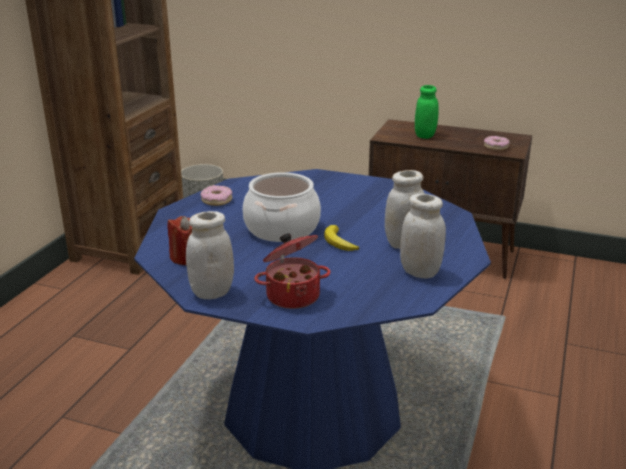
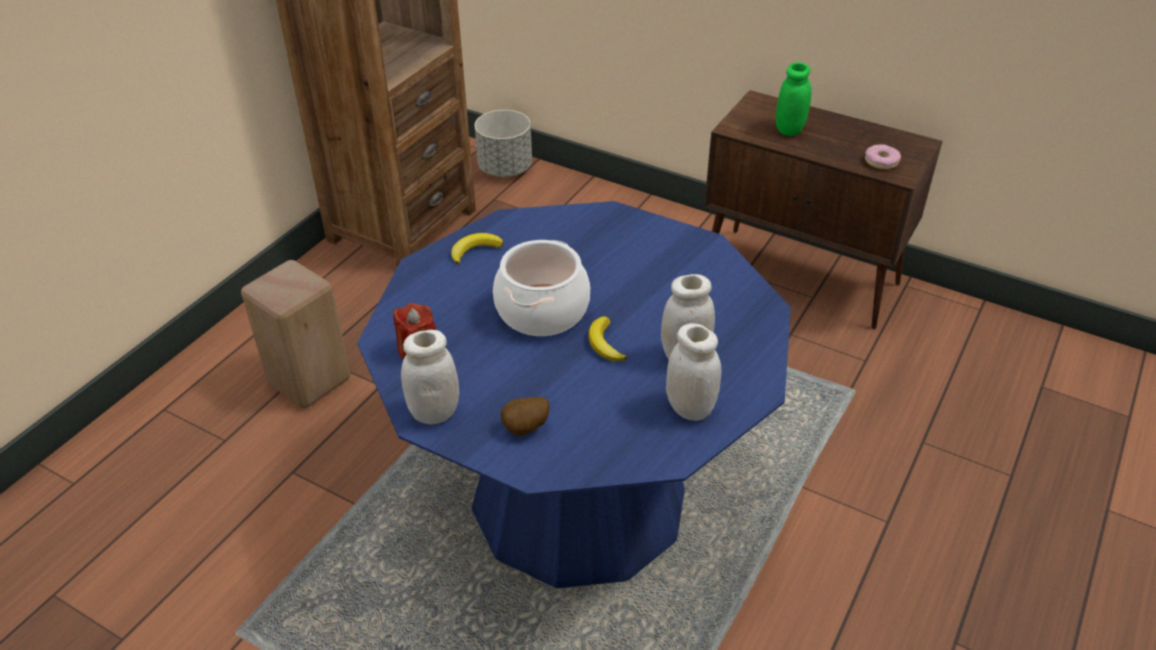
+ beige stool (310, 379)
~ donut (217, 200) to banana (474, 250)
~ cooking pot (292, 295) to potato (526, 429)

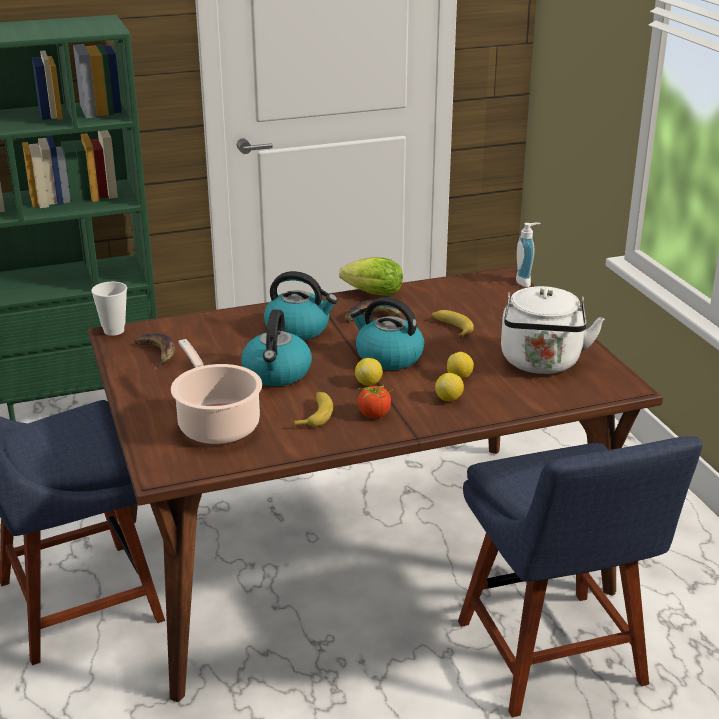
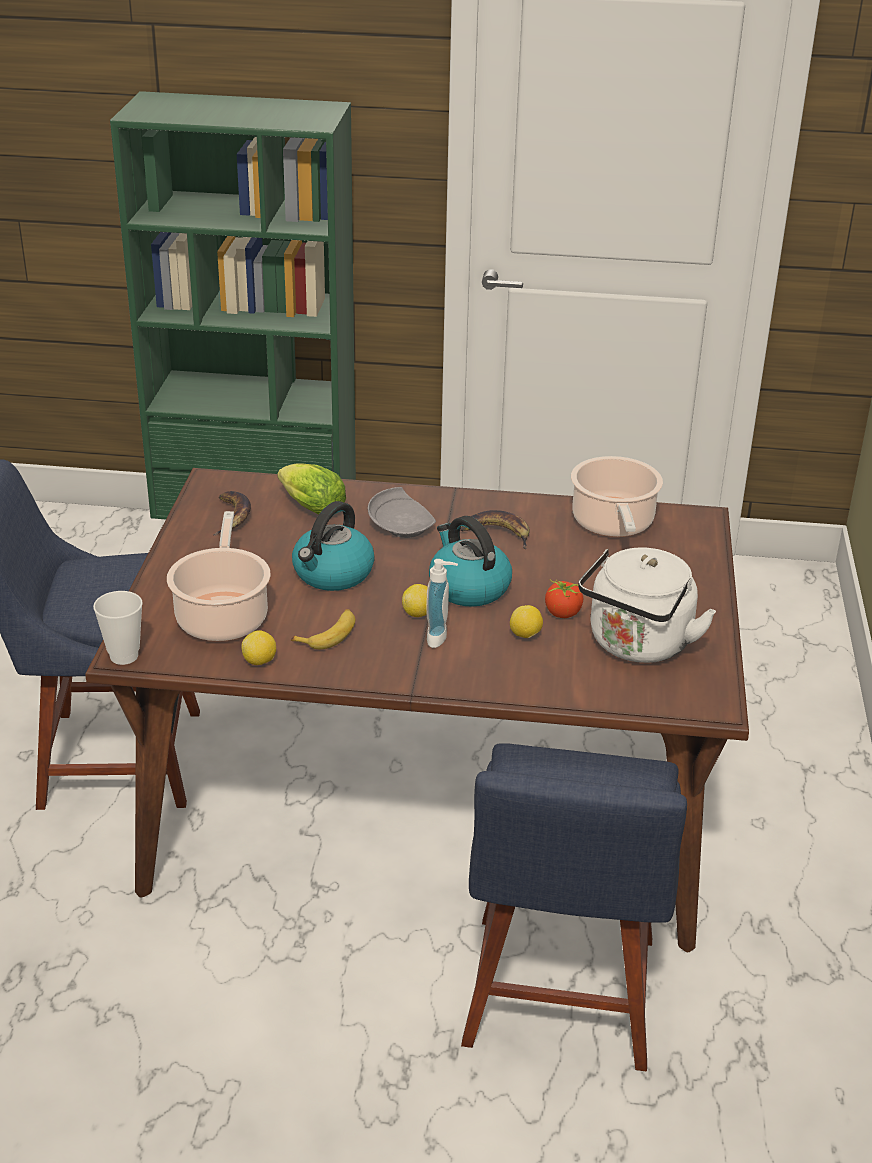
- banana (451, 328)
+ cooking pot (613, 524)
~ cup (114, 331) to (124, 656)
~ lettuce (370, 293) to (309, 507)
~ tomato (374, 414) to (563, 613)
~ lemon (449, 399) to (260, 661)
~ soap dispenser (526, 282) to (441, 638)
~ kettle (298, 329) to grey plate (402, 526)

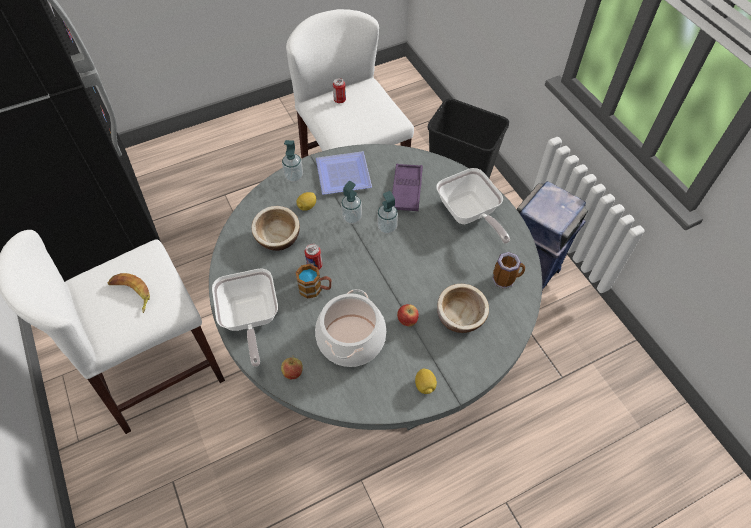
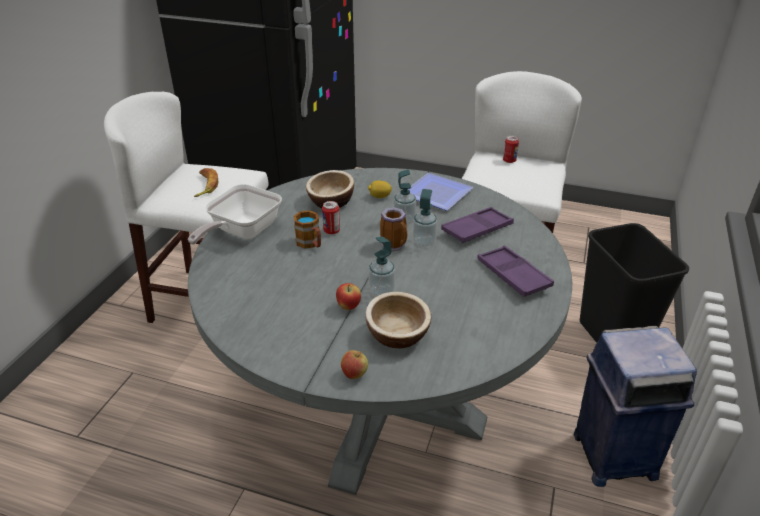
- cooking pot (351, 340)
- lemon (425, 385)
~ apple (293, 373) to (354, 374)
~ soap dispenser (294, 176) to (381, 292)
~ mug (505, 279) to (395, 245)
~ frying pan (469, 215) to purple tray (513, 275)

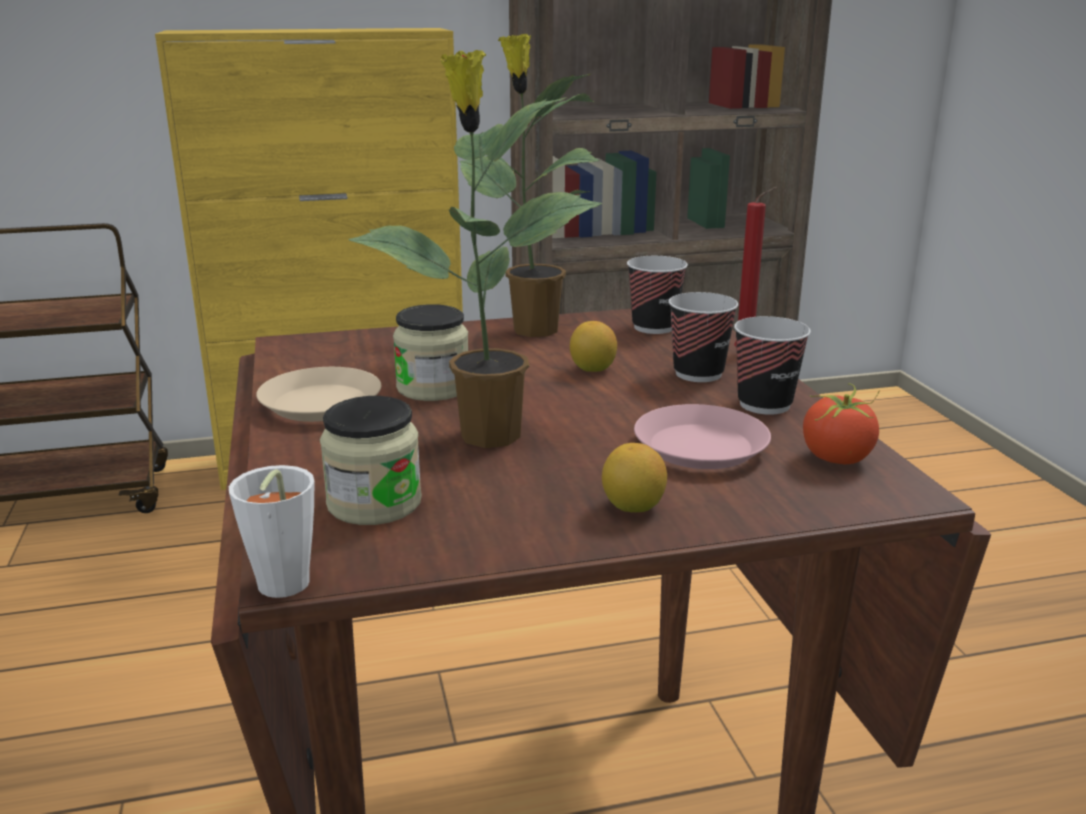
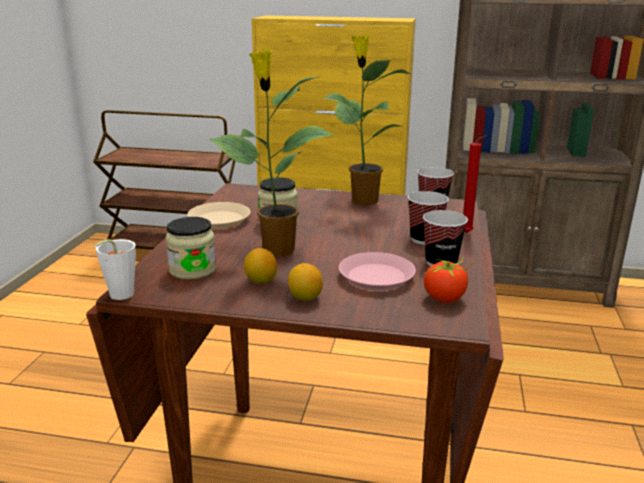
~ lemon (593, 369) to (261, 281)

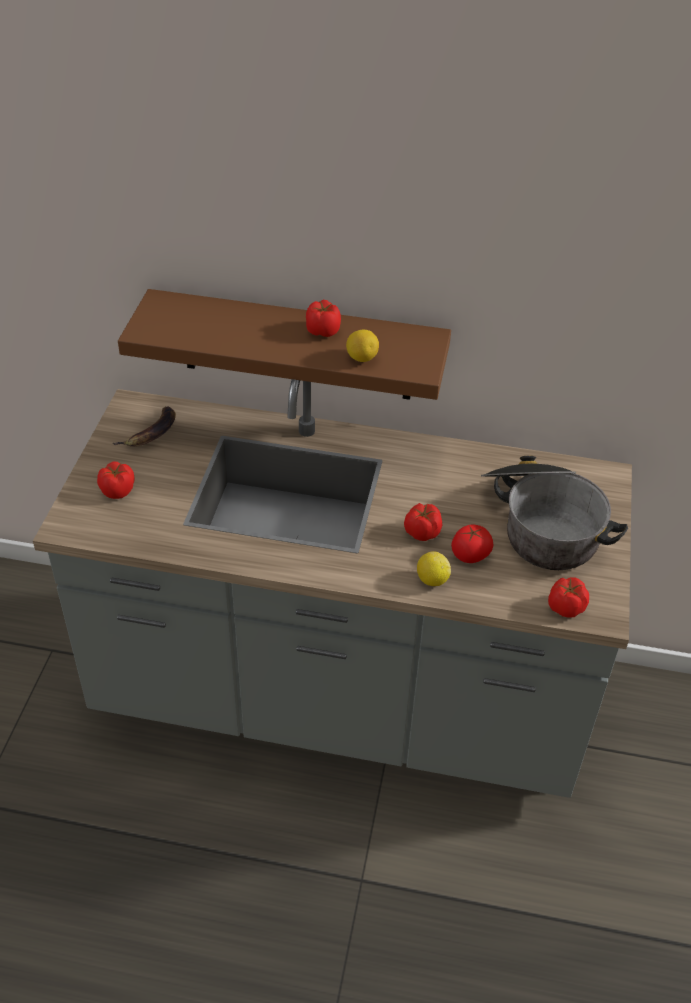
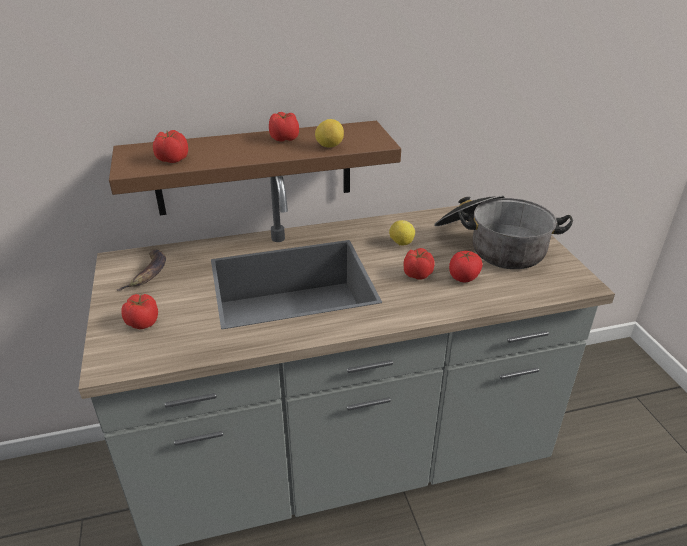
~ lemon (432, 580) to (401, 243)
~ tomato (565, 607) to (172, 159)

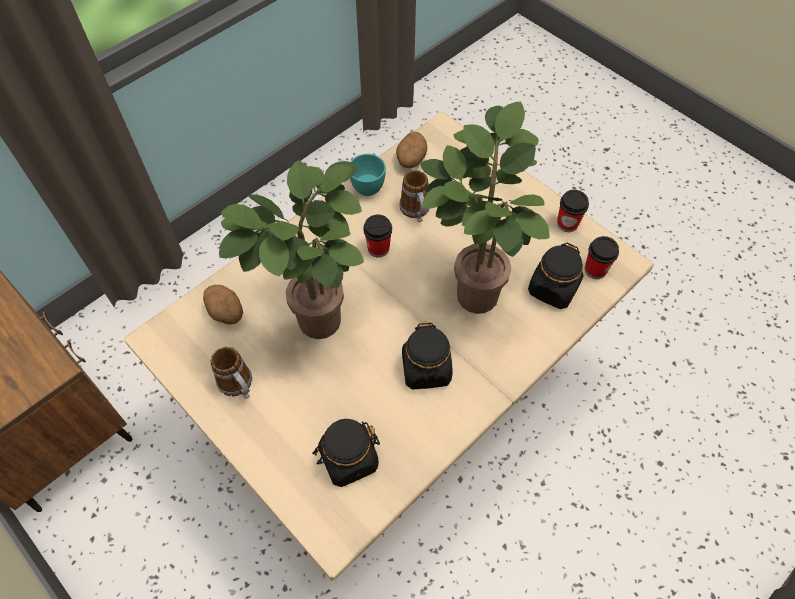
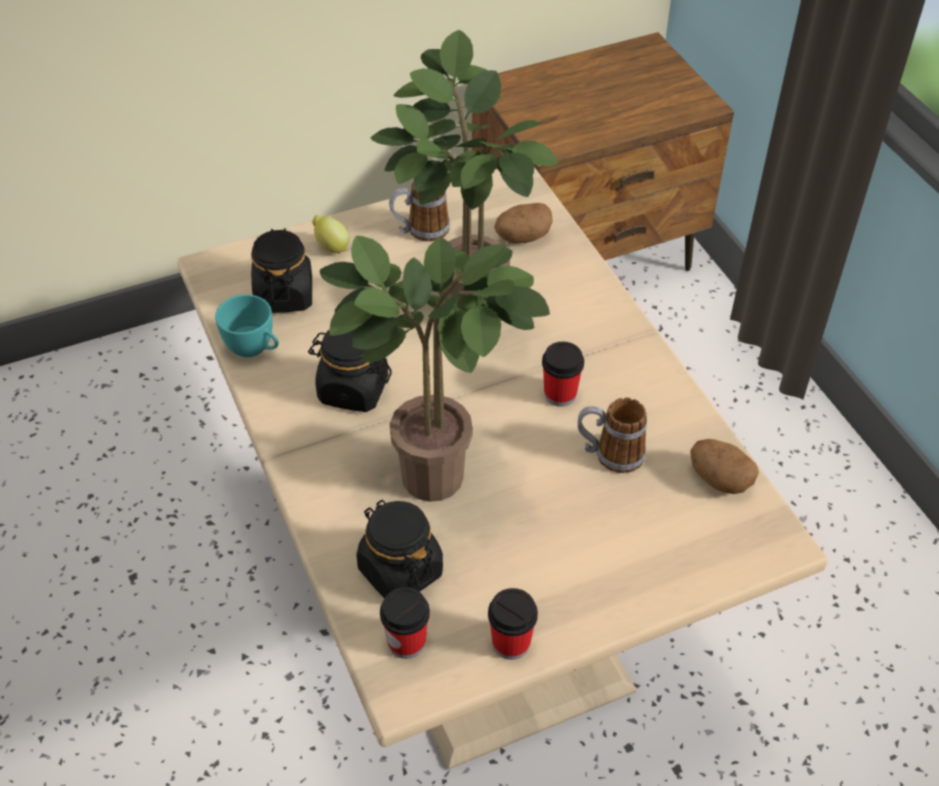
+ lemon (331, 247)
~ turquoise cup (369, 184) to (254, 349)

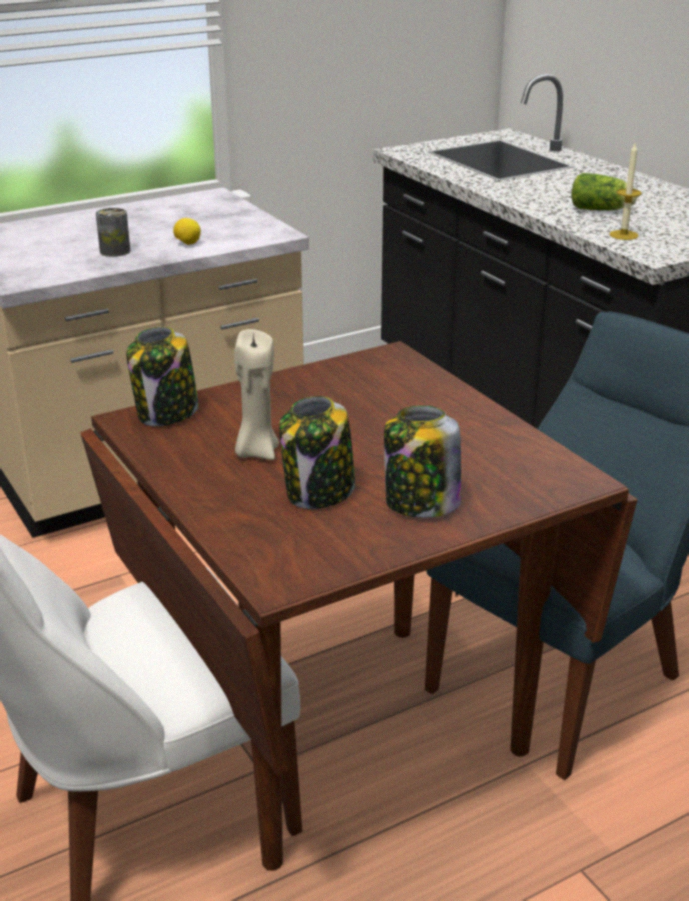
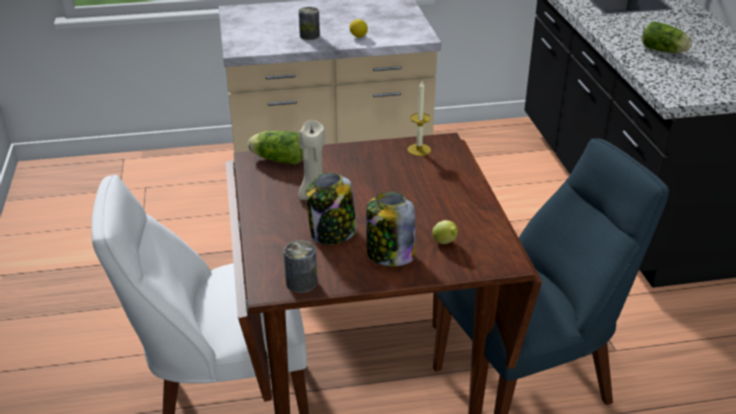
+ can (301, 283)
+ lemon (445, 243)
~ candle (623, 235) to (419, 150)
~ jar (167, 414) to lettuce (277, 159)

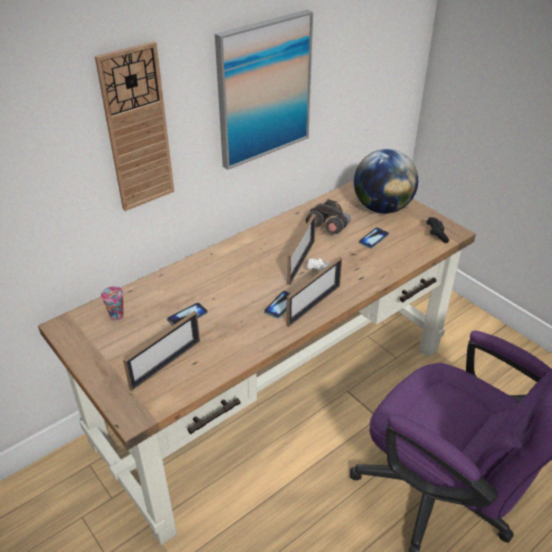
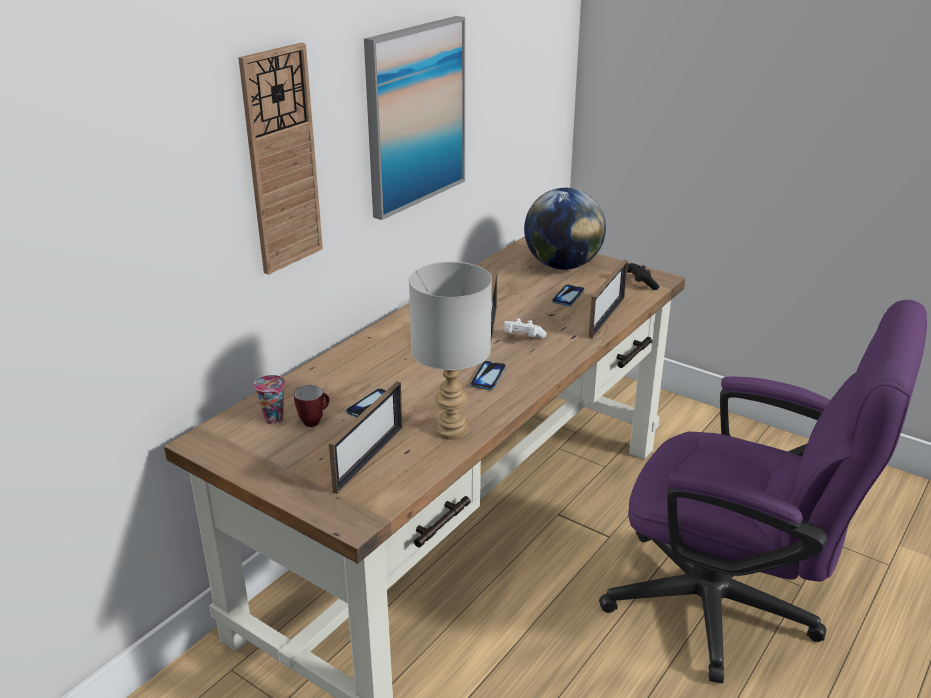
- grey binoculars (327, 228)
+ mug (314, 421)
+ grey table lamp (453, 428)
~ picture frame (313, 305) to (606, 317)

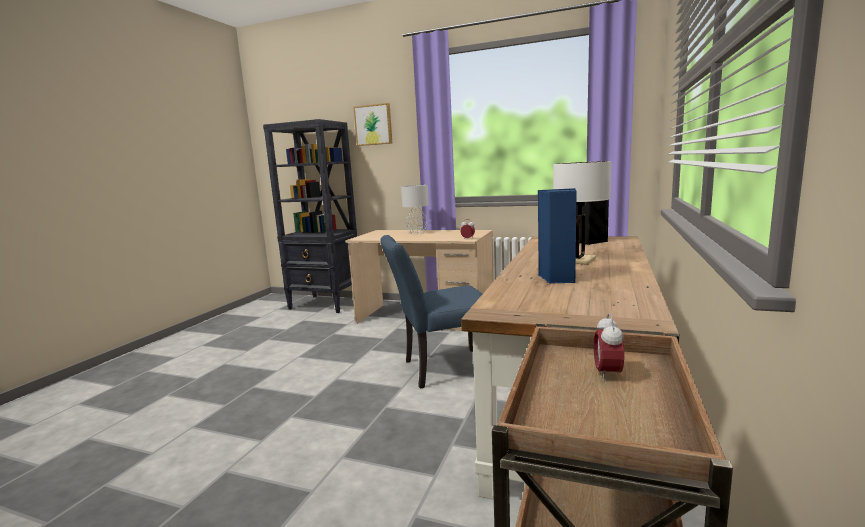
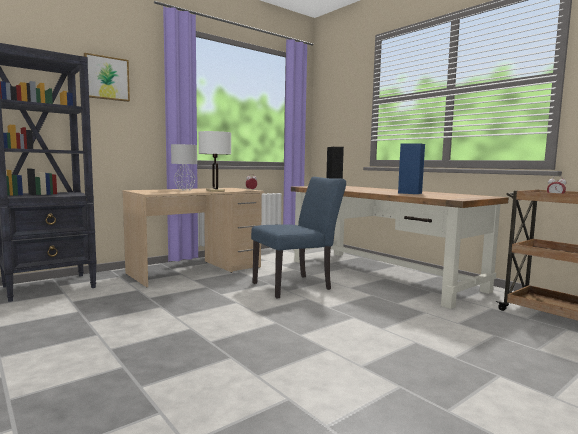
~ white table lamp (580, 260) to (215, 191)
~ blue chair (441, 369) = (297, 285) 135 degrees counterclockwise

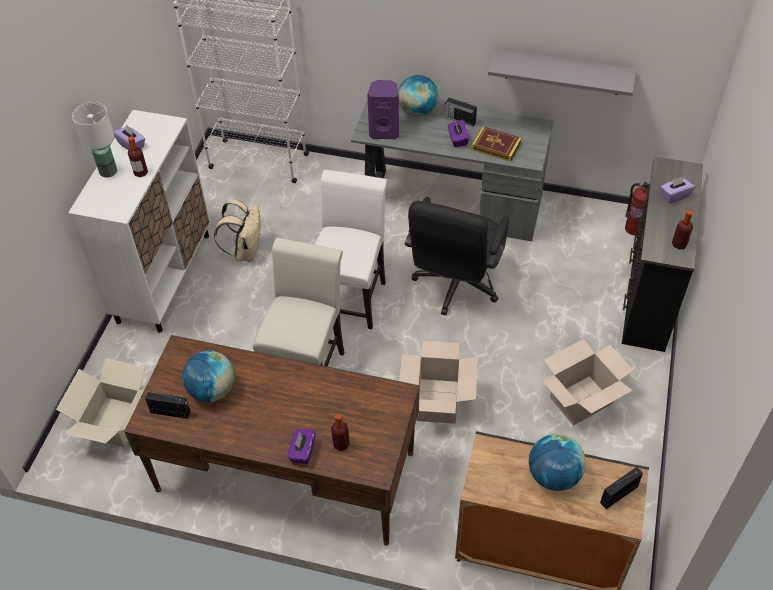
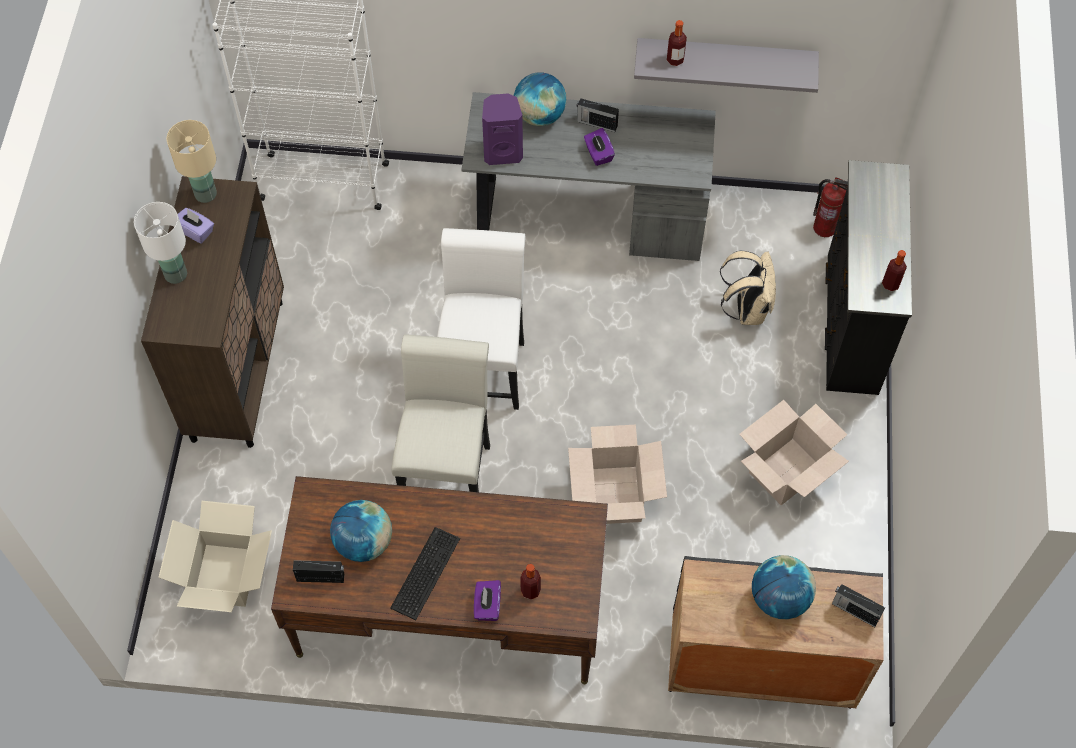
- black office chair (454, 287)
- book (496, 146)
- purple tissue box (674, 196)
+ beige table lamp (206, 194)
+ keyboard (423, 573)
~ bottle (141, 172) to (675, 60)
~ beige backpack (246, 251) to (747, 309)
~ white cabinet (164, 277) to brown cabinet (237, 369)
~ radio (619, 494) = (854, 610) 105 degrees counterclockwise

